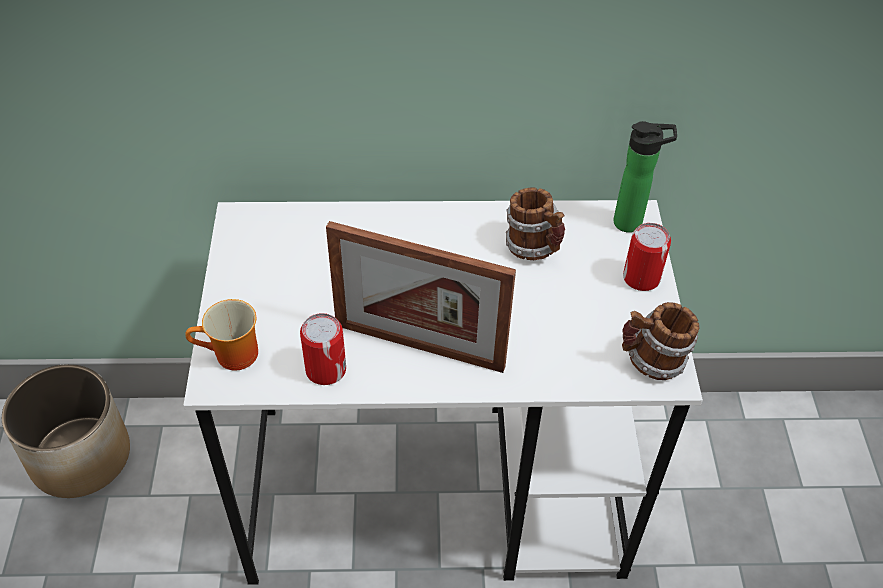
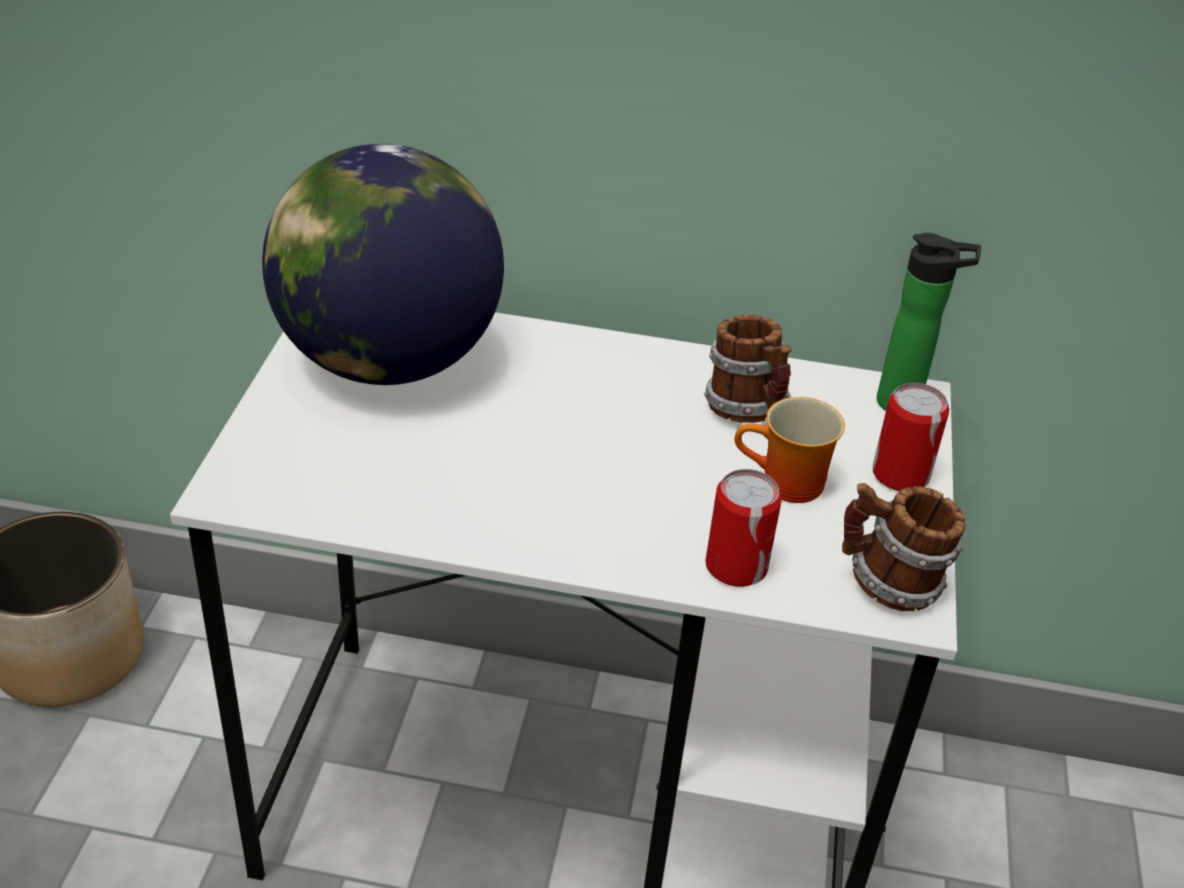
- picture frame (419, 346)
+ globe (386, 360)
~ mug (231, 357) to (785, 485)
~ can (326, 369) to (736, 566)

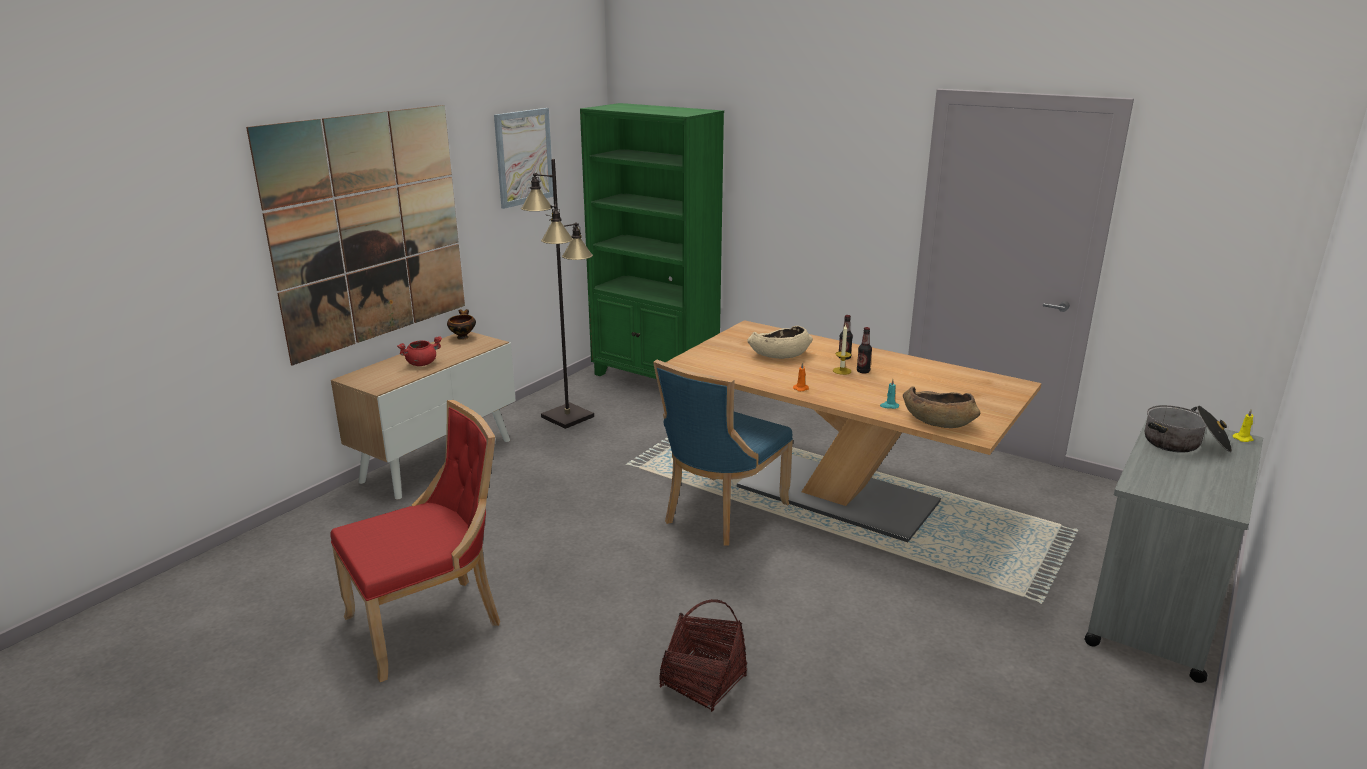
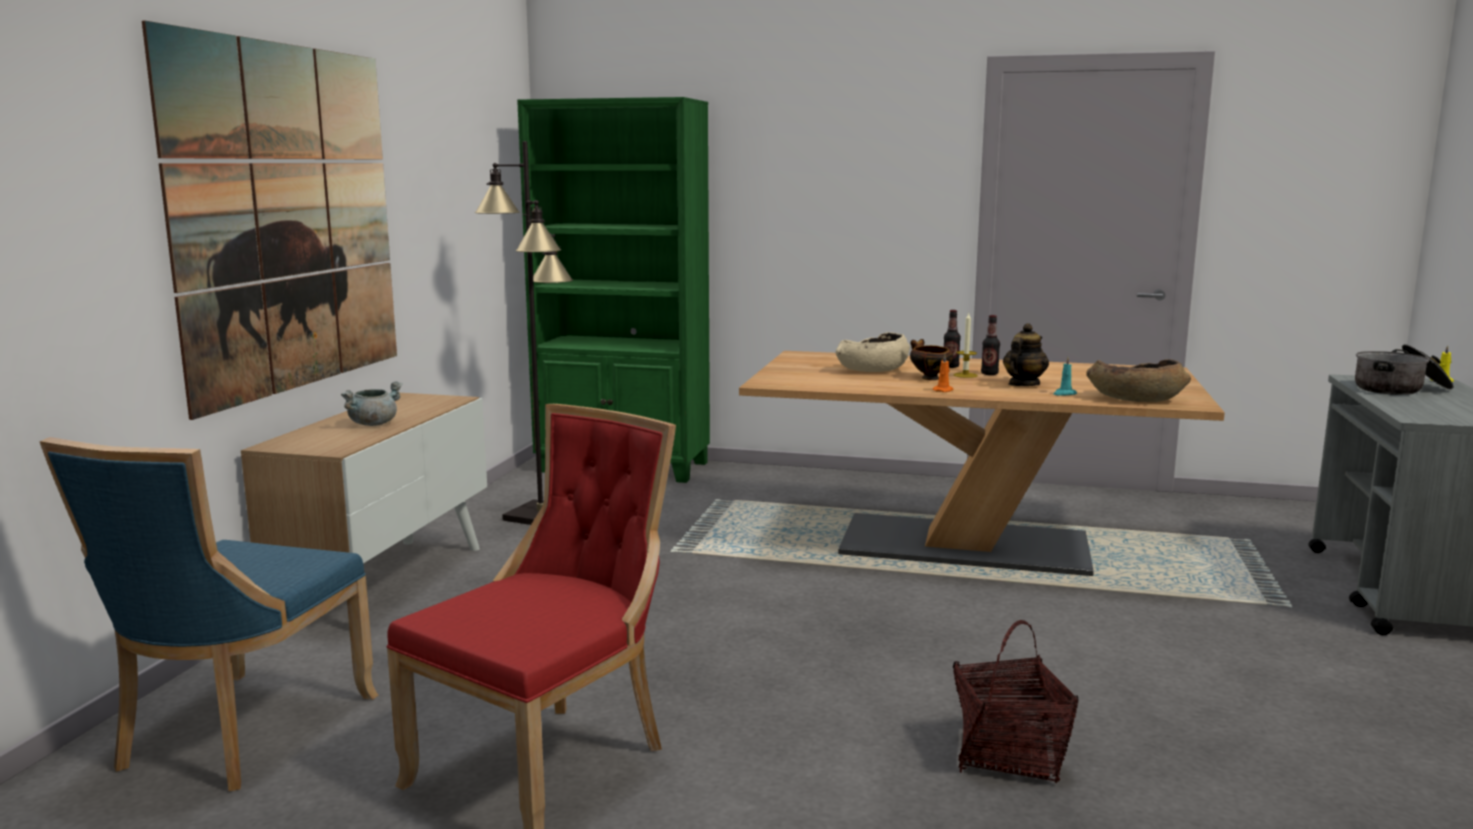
- picture (524, 157)
+ teapot (1023, 384)
~ bowl (462, 337) to (928, 378)
~ blue chair (721, 513) to (238, 734)
~ red cooking pot (421, 363) to grey cooking pot (373, 424)

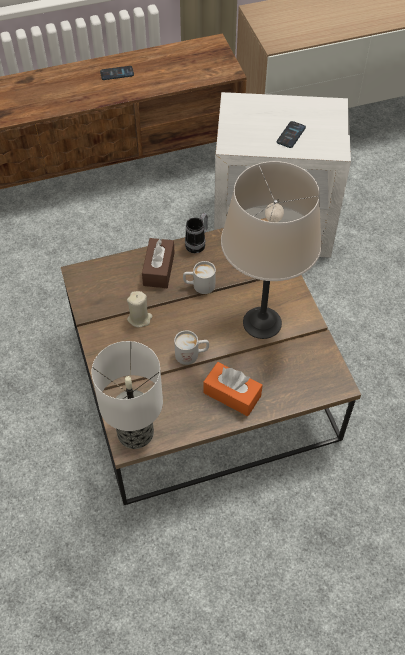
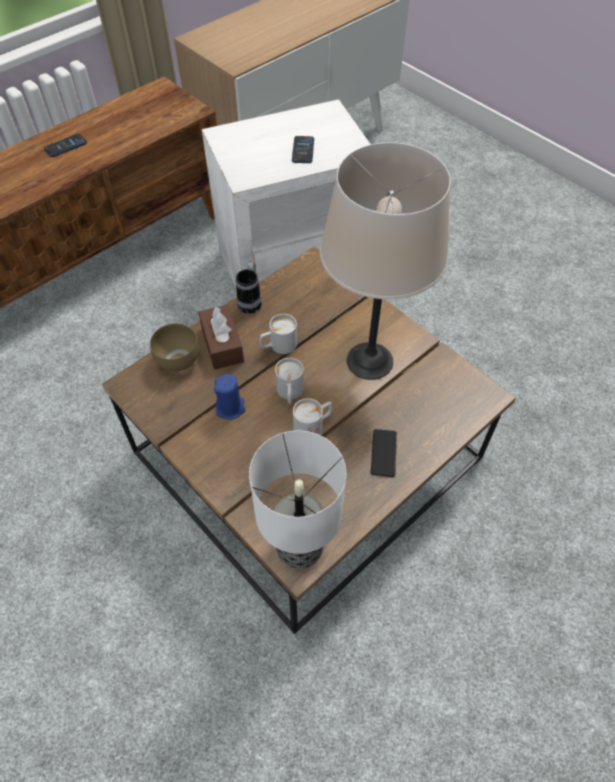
+ brown bowl (178, 362)
+ white mug (290, 393)
~ orange tissue box (232, 394) to phone (383, 453)
~ beige candle (139, 318) to blue candle (230, 408)

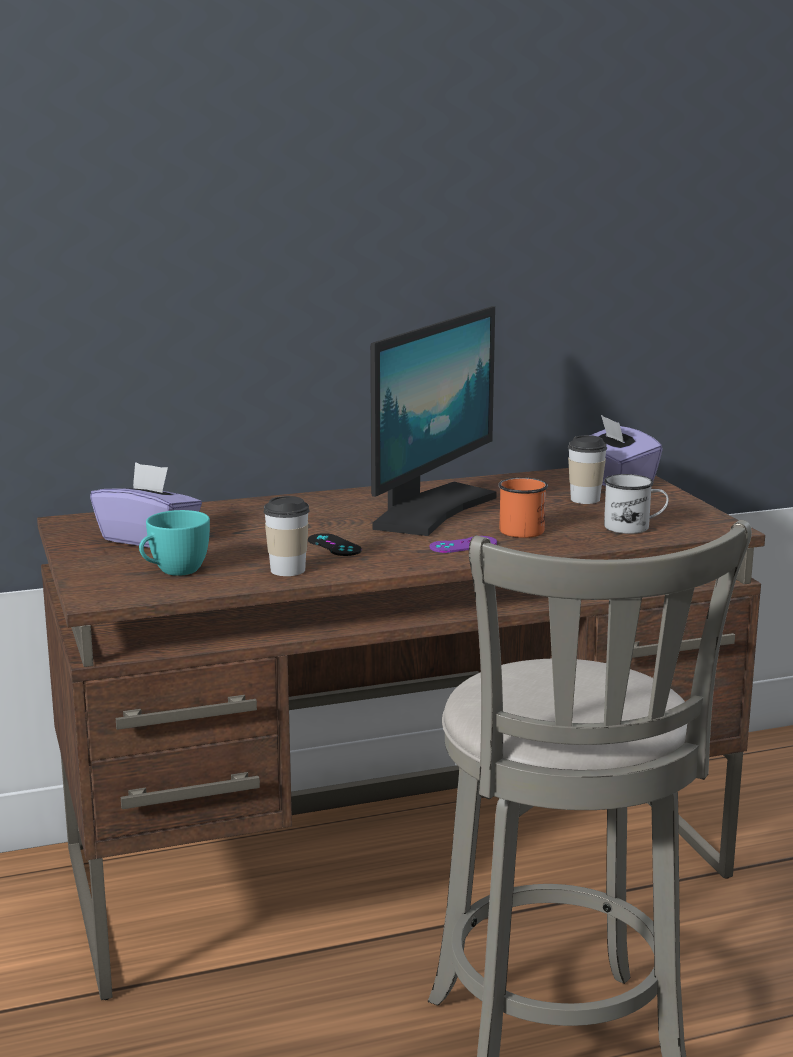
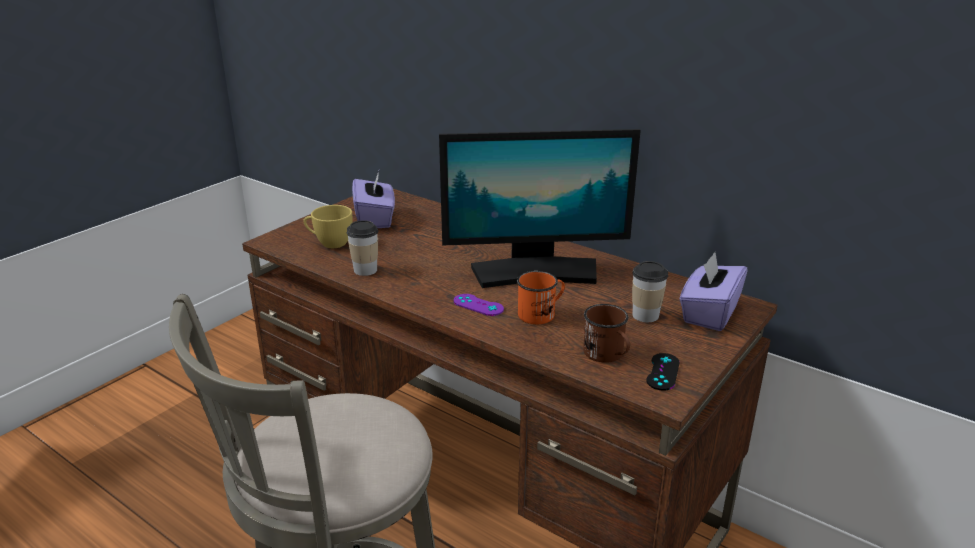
~ black game controller (334, 545) to (663, 372)
~ turquoise cup (173, 571) to yellow cup (329, 243)
~ white mug (634, 527) to brown mug (607, 355)

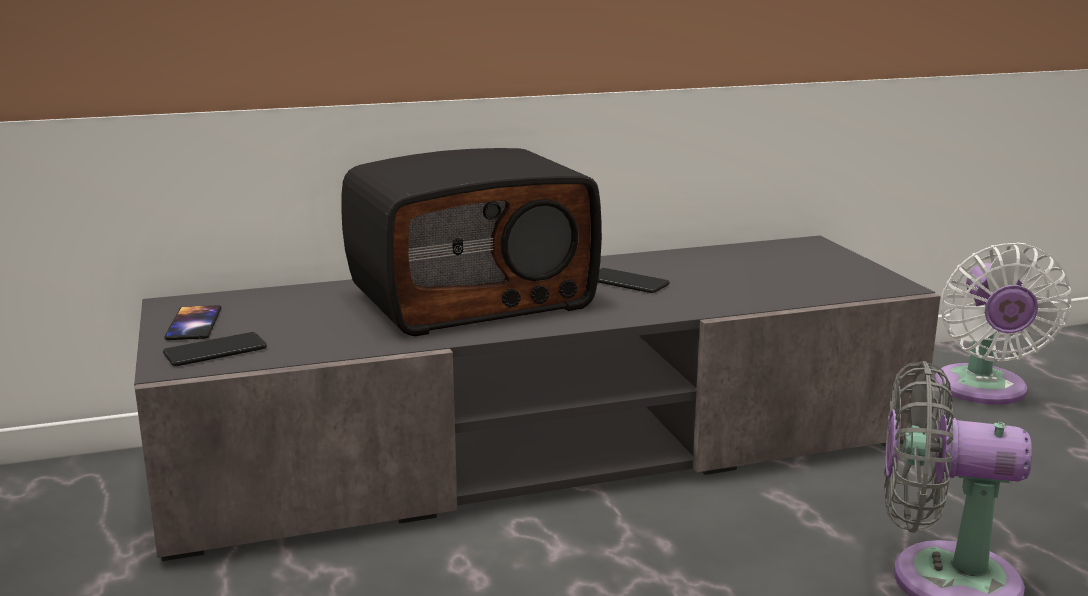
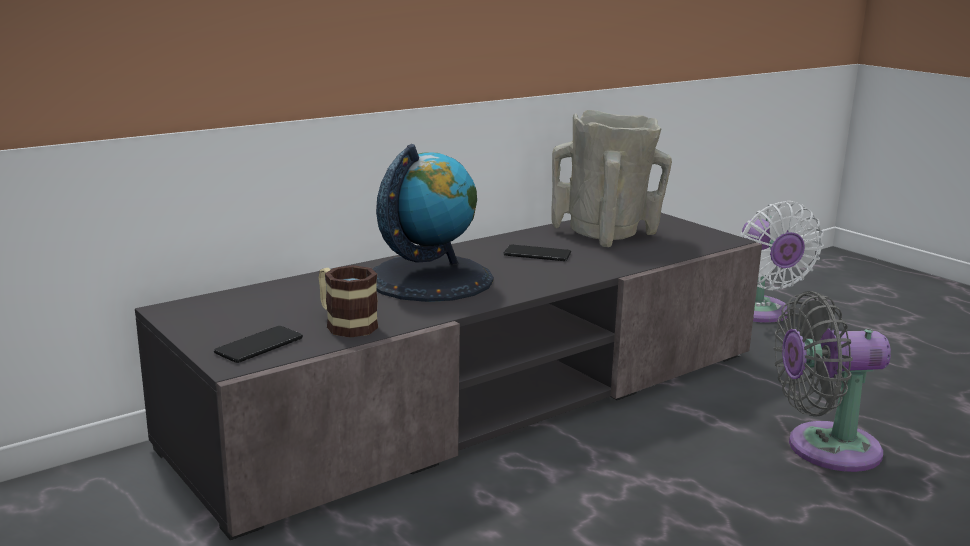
- phone (193, 324)
+ mug (345, 324)
+ beige vase (608, 234)
~ radio (471, 298) to globe (429, 279)

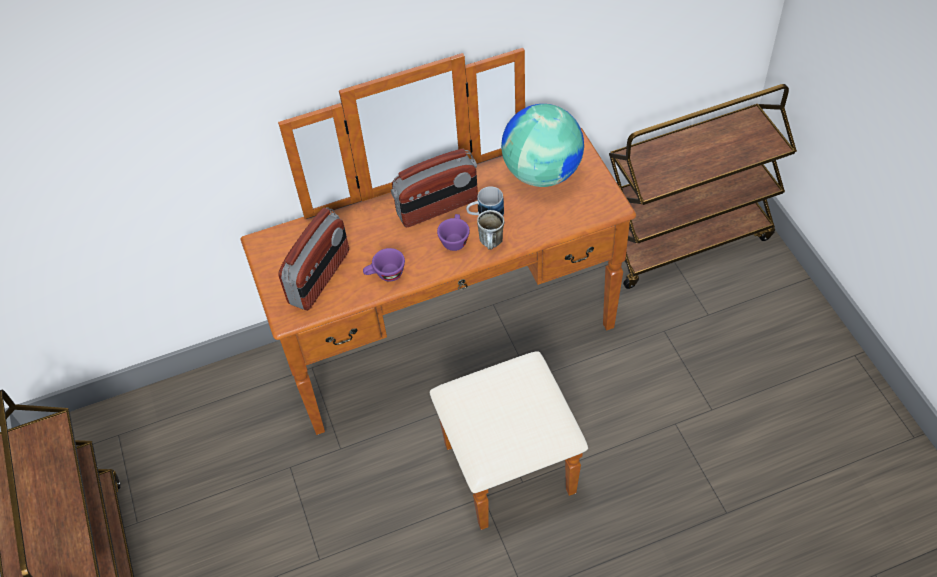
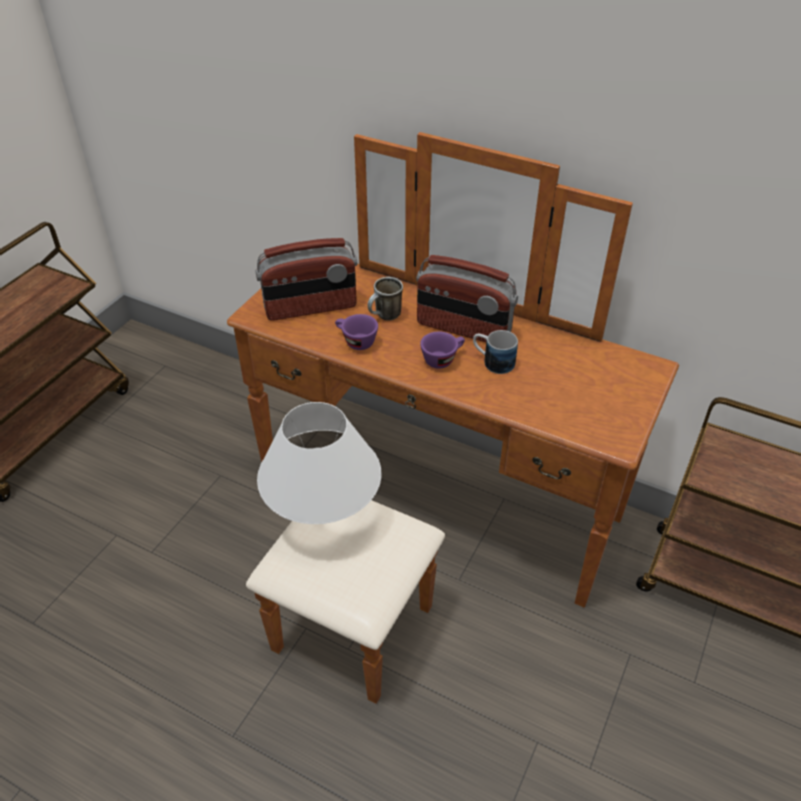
- globe (542, 172)
+ white table lamp (324, 516)
~ mug (492, 244) to (385, 317)

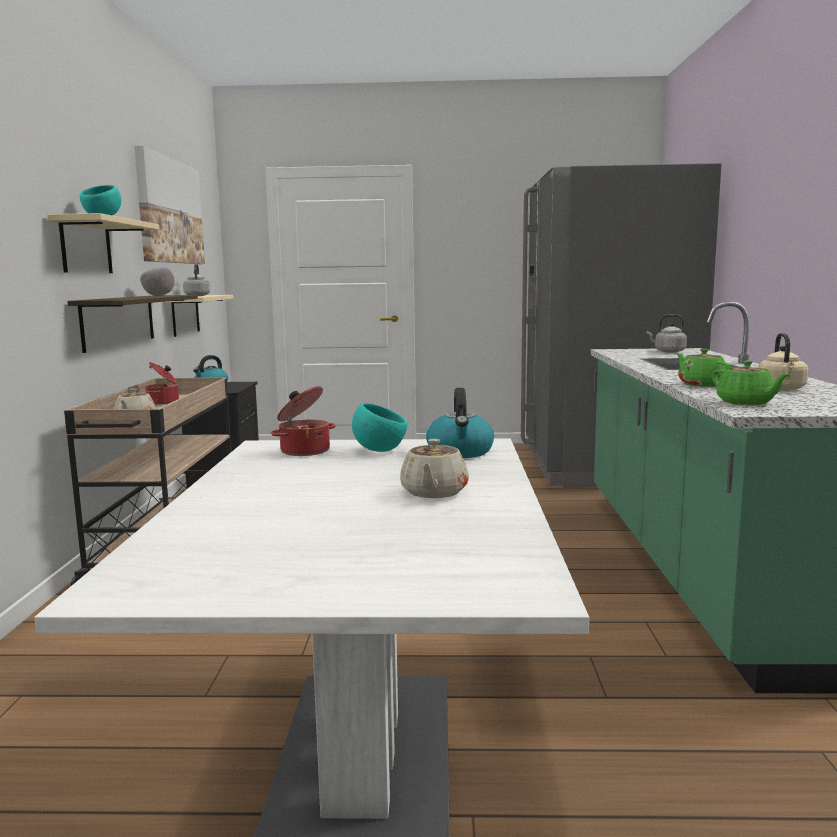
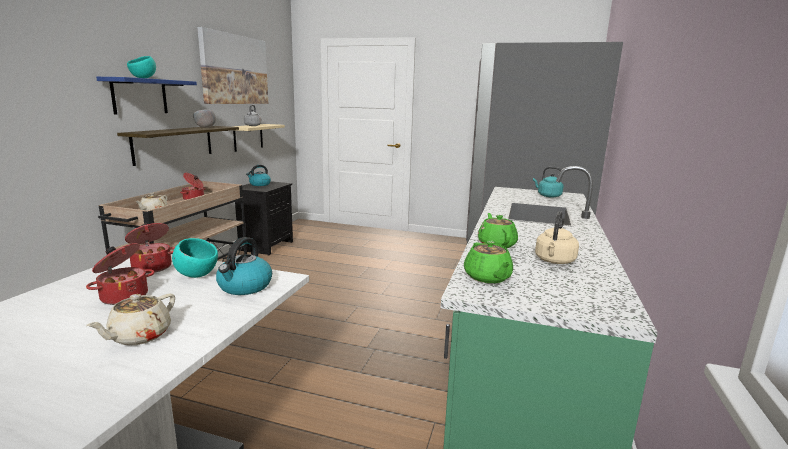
+ cooking pot (124, 296)
~ beige shelf (86, 246) to blue shelf (140, 96)
~ grey kettle (668, 351) to turquoise kettle (547, 196)

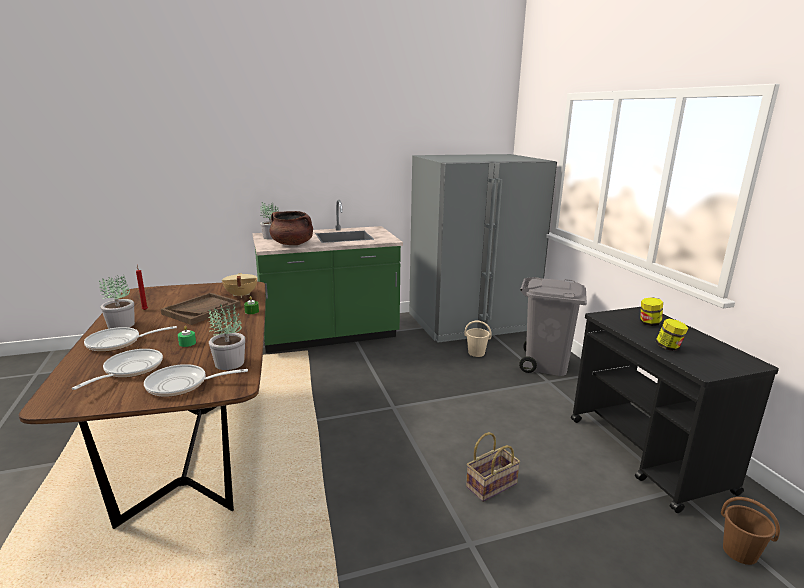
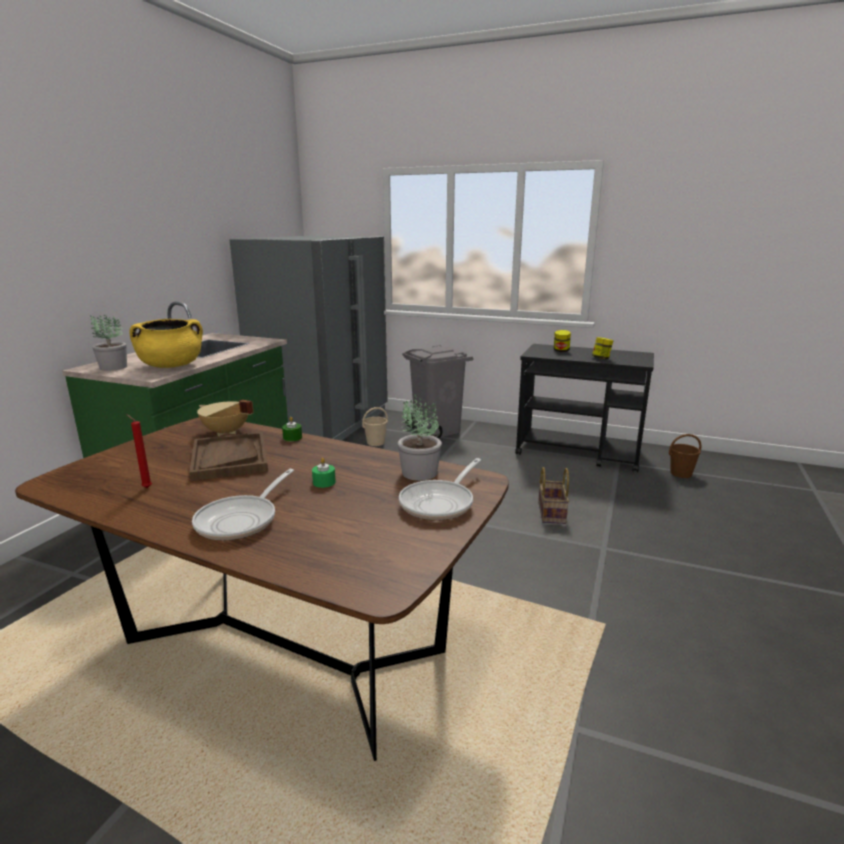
- frying pan (129, 370)
- potted plant (121, 325)
~ brown cooking pot (292, 244) to yellow cooking pot (171, 366)

